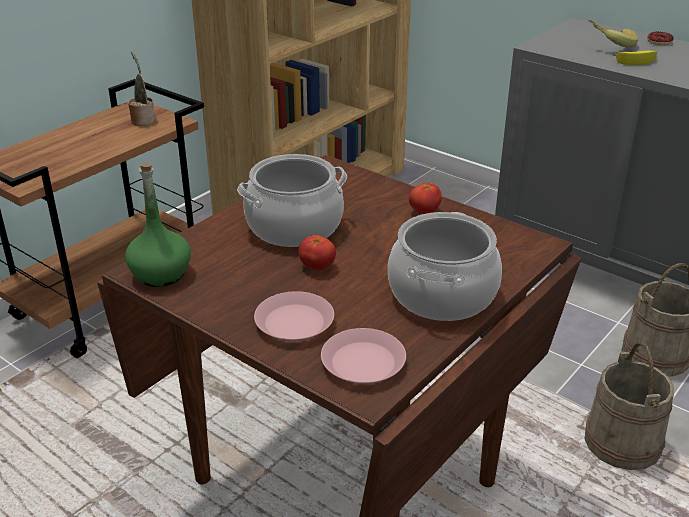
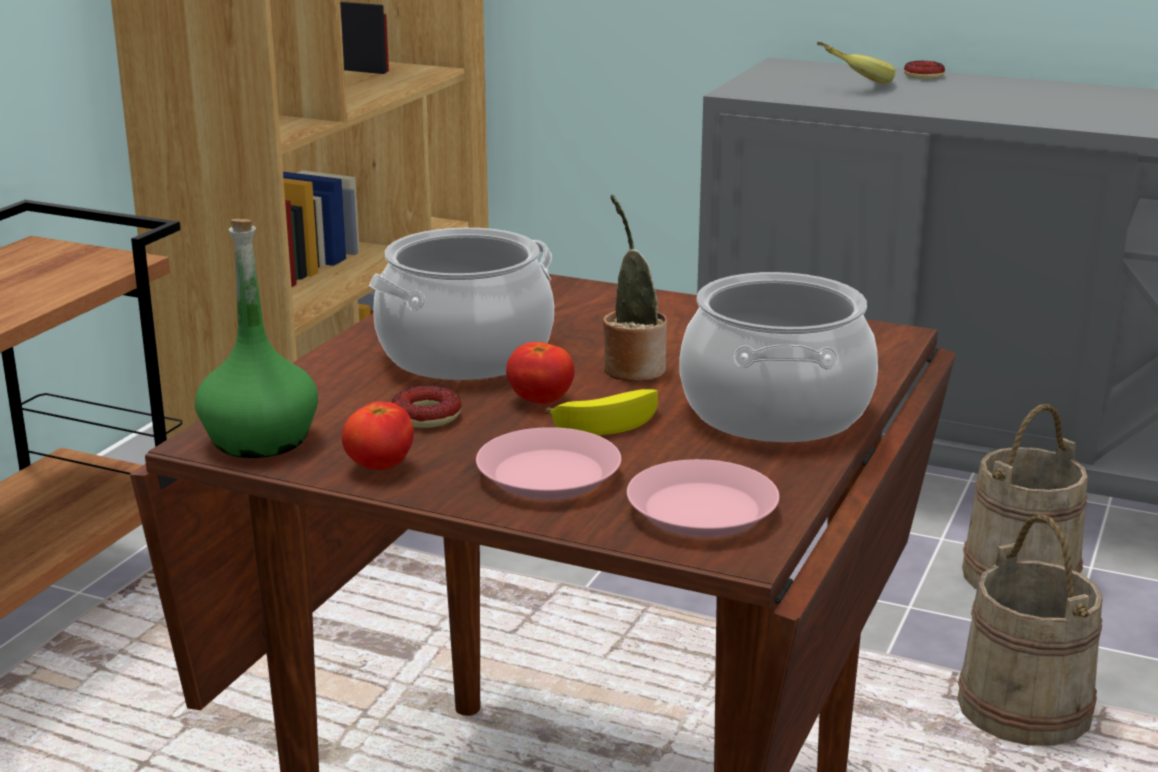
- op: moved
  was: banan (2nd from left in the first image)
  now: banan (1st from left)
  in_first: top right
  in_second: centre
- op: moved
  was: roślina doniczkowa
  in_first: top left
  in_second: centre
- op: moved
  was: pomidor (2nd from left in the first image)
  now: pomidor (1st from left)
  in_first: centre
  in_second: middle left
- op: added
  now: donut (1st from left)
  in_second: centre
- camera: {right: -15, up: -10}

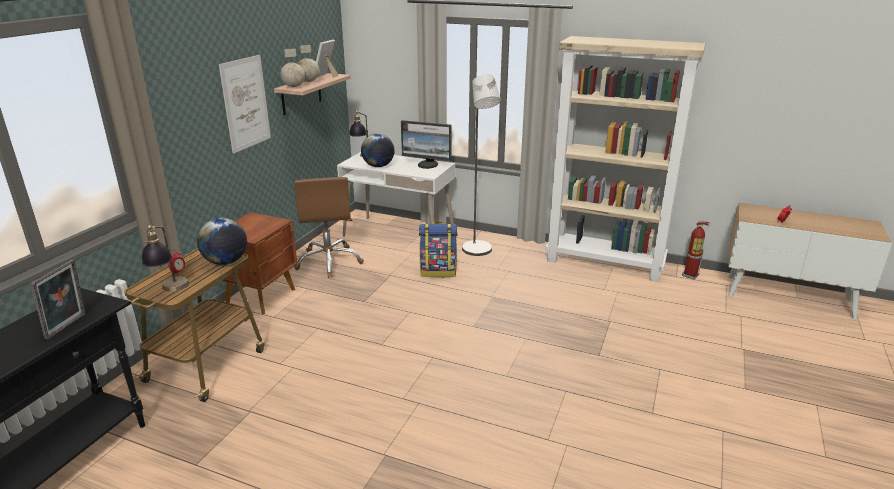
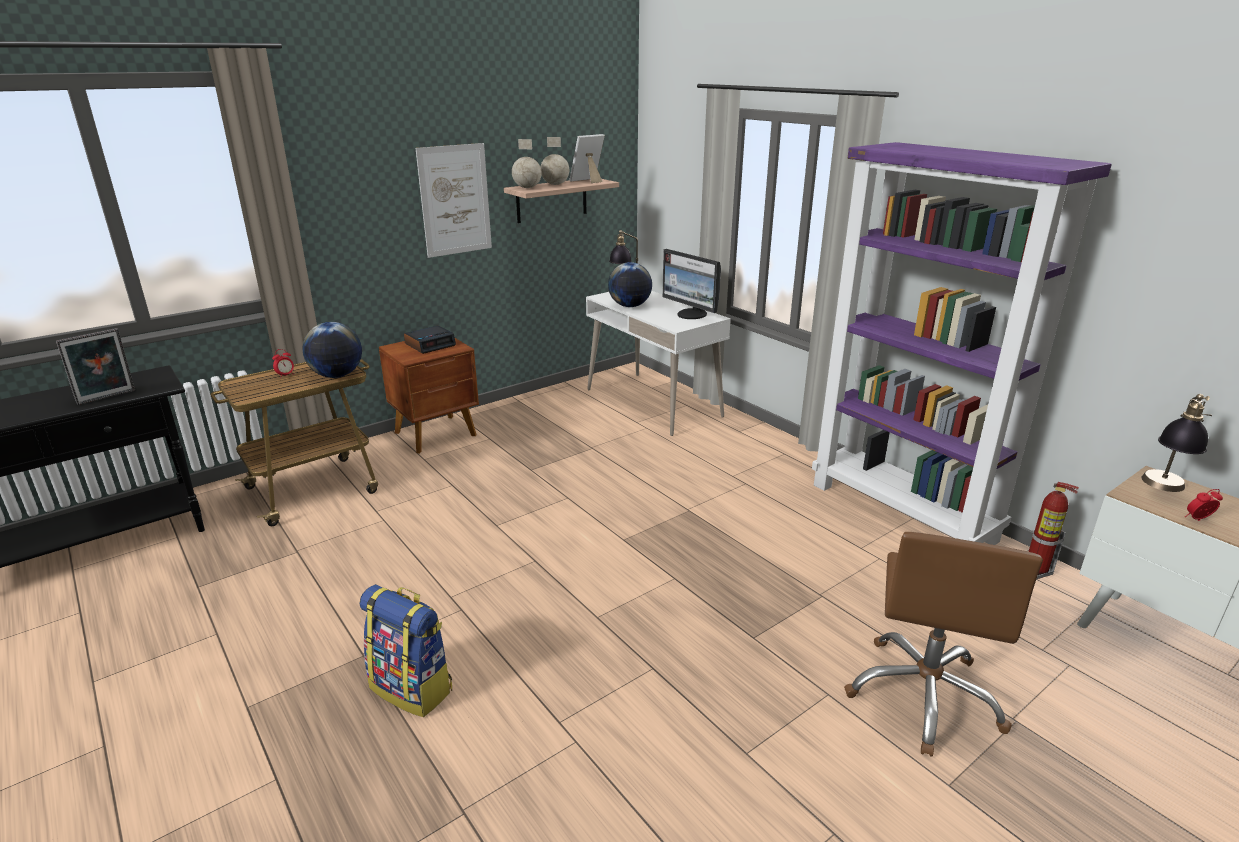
- op: recoloured
  was: regał/beżowy
  now: regał/fioletowy
  in_first: top right
  in_second: middle right
- op: removed
  was: lampa stojąca/szary
  in_first: centre
- op: moved
  was: krzesło biurowe/brązowy
  in_first: centre
  in_second: bottom right
- op: moved
  was: plecak
  in_first: centre
  in_second: bottom left
- op: moved
  was: lampa stołowa (1st from left in the first image)
  now: lampa stołowa (2nd from left)
  in_first: middle left
  in_second: middle right
- op: added
  now: budzik (2nd from left)
  in_second: centre
- camera: {right: 30, up: 0}

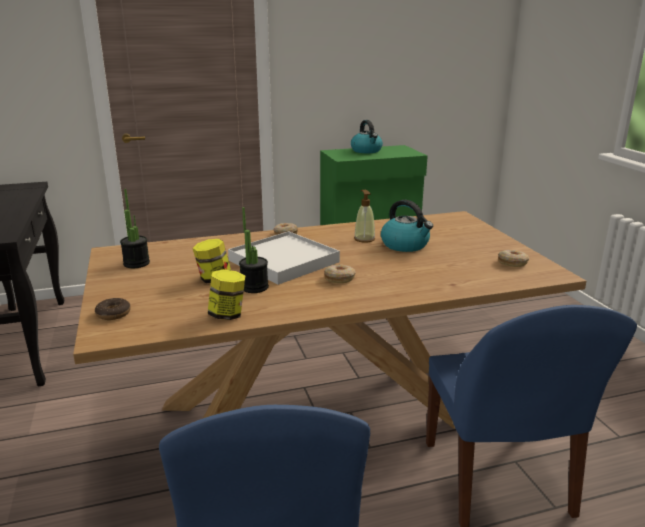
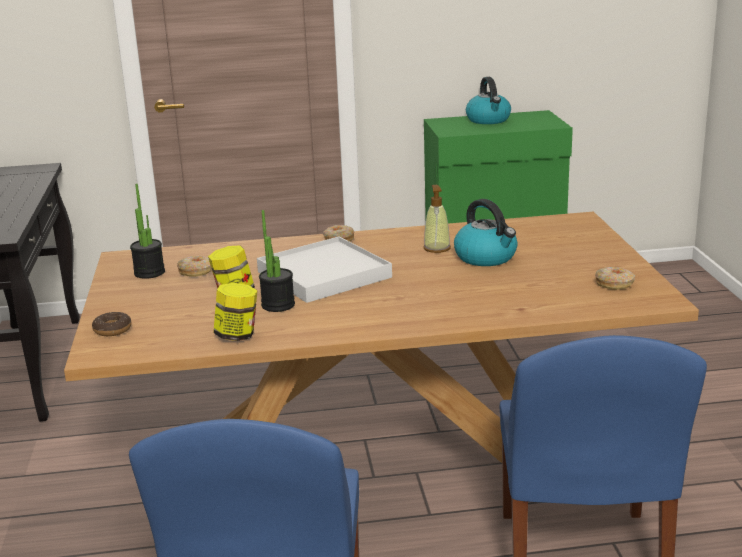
- op: moved
  was: donut (3rd from left in the first image)
  now: donut (2nd from left)
  in_first: centre
  in_second: middle left
- camera: {right: 10, up: 0}

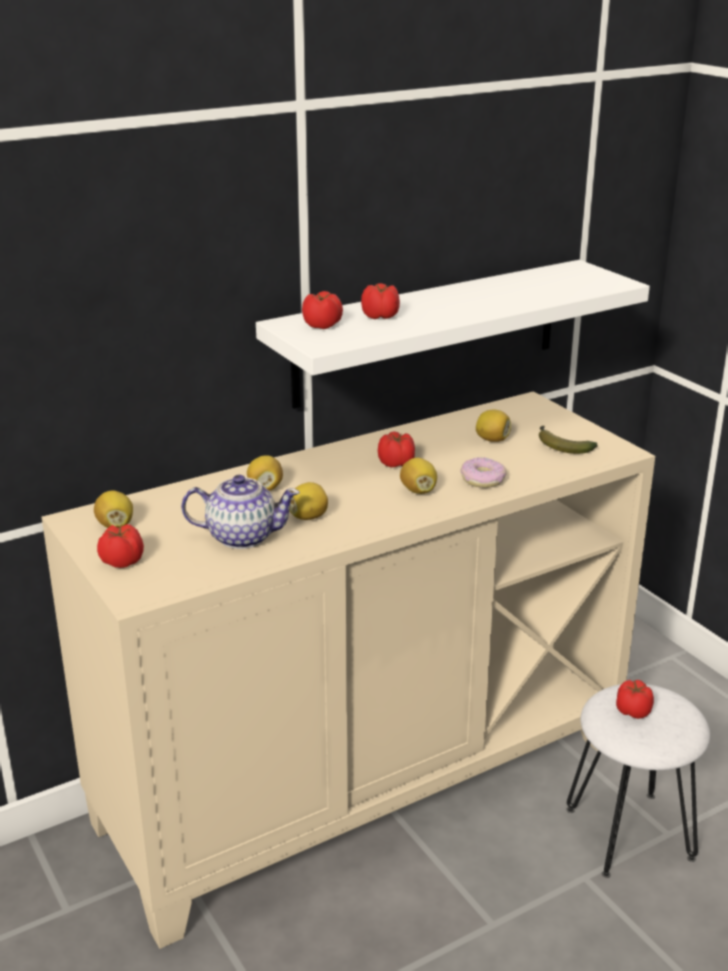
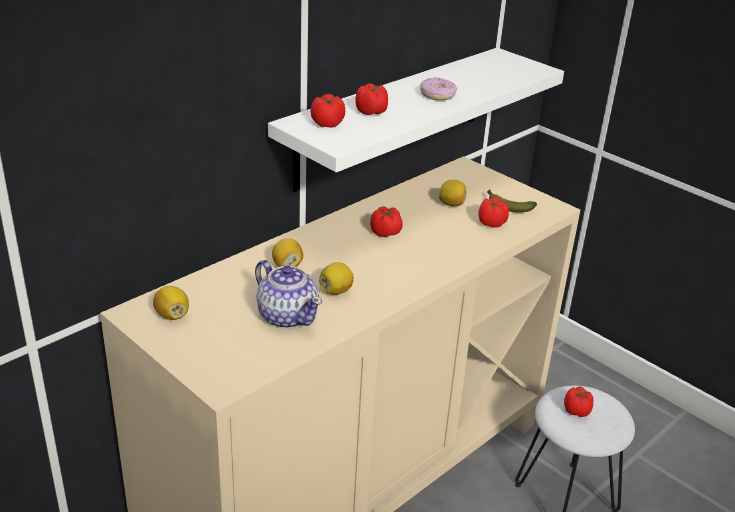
- op: moved
  was: donut
  in_first: centre
  in_second: top centre
- op: removed
  was: cytryna (4th from left)
  in_first: centre
- op: turned
  was: imbryk
  in_first: middle left
  in_second: centre
  clockwise: 60
- op: moved
  was: pomidor (1st from left in the first image)
  now: pomidor (4th from left)
  in_first: middle left
  in_second: middle right
- camera: {right: -15, up: 5}

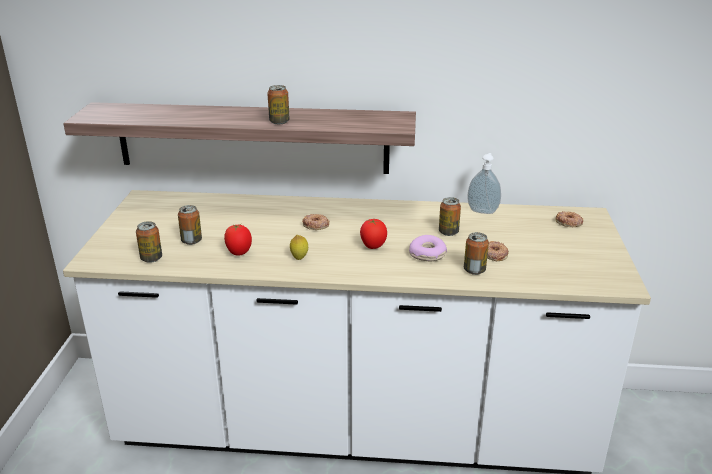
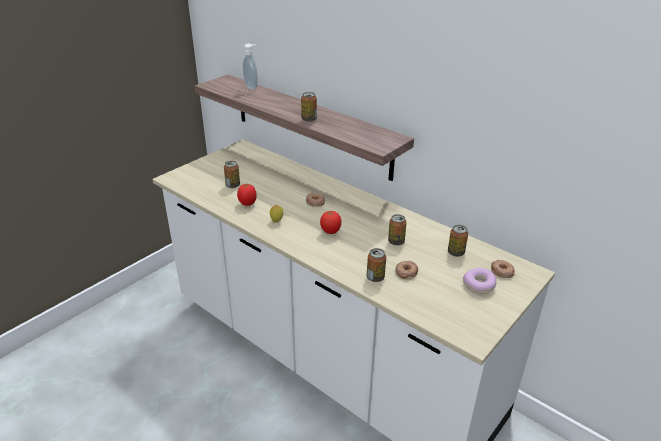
- op: moved
  was: dozownik mydła
  in_first: middle right
  in_second: top centre
- op: moved
  was: puszka (1st from left in the first image)
  now: puszka (5th from left)
  in_first: middle left
  in_second: middle right
- op: moved
  was: donut (2nd from left in the first image)
  now: donut (3rd from left)
  in_first: centre
  in_second: middle right
- camera: {right: 35, up: 5}

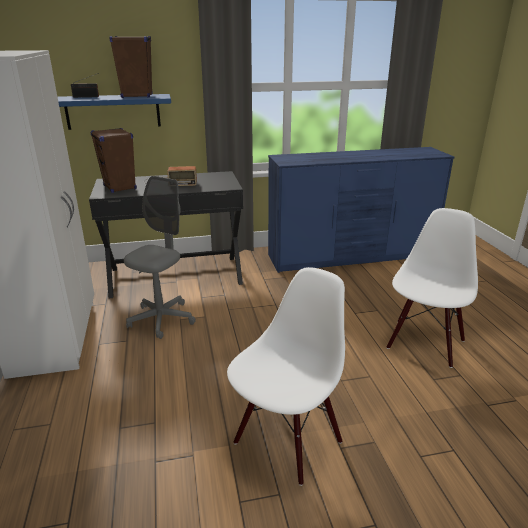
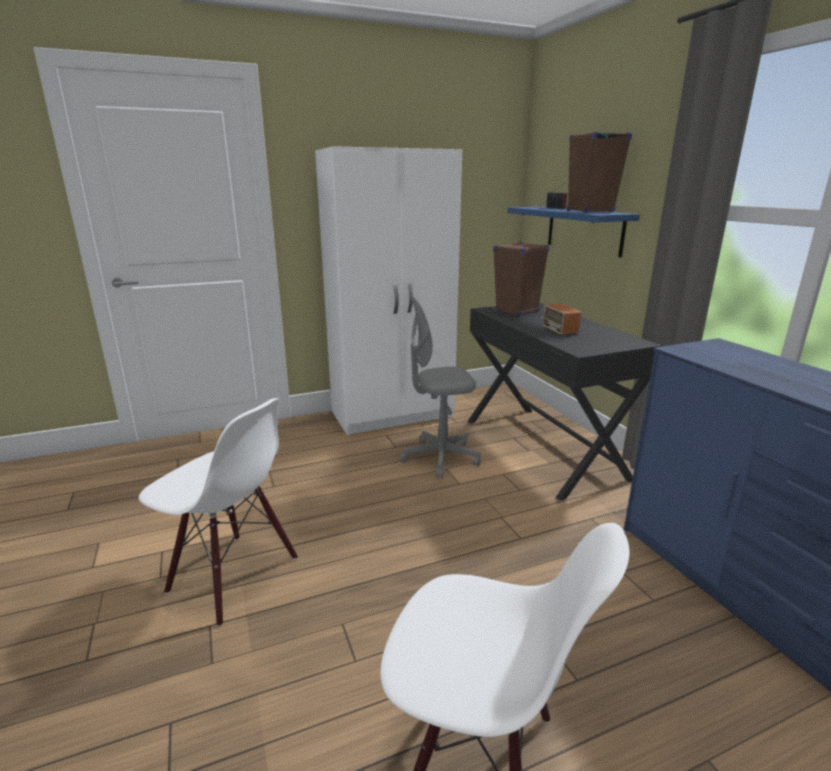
- op: turned
  was: krzesło biurowe/szary
  in_first: middle left
  in_second: centre
  clockwise: 150
- camera: {right: 80, up: -5}

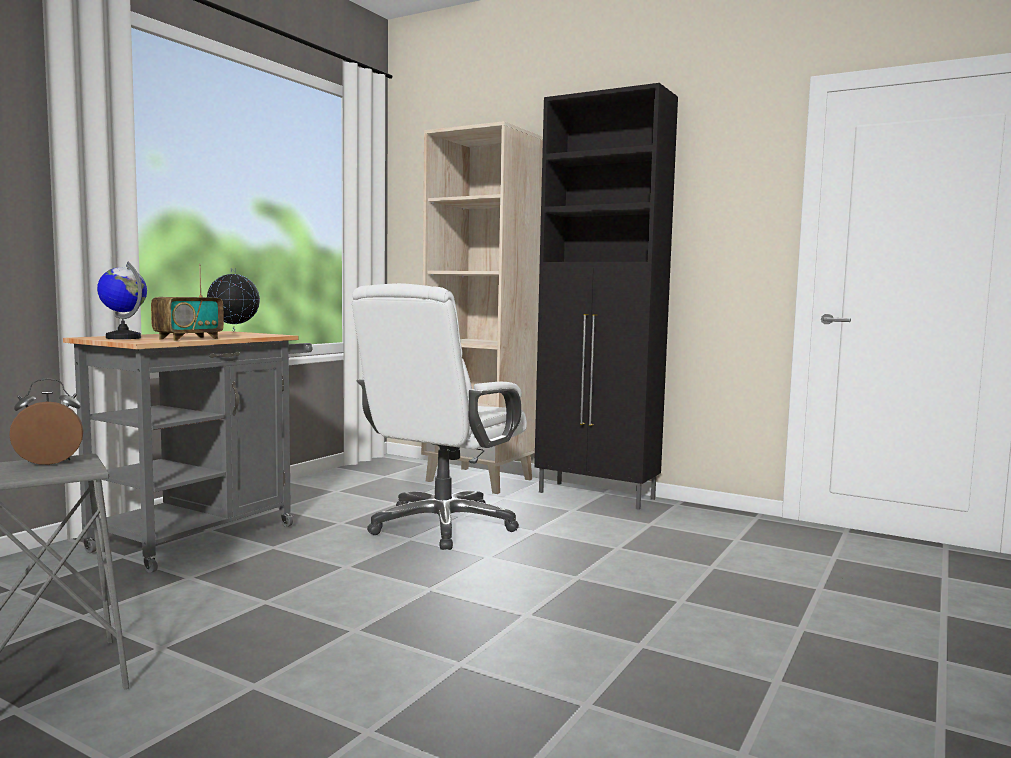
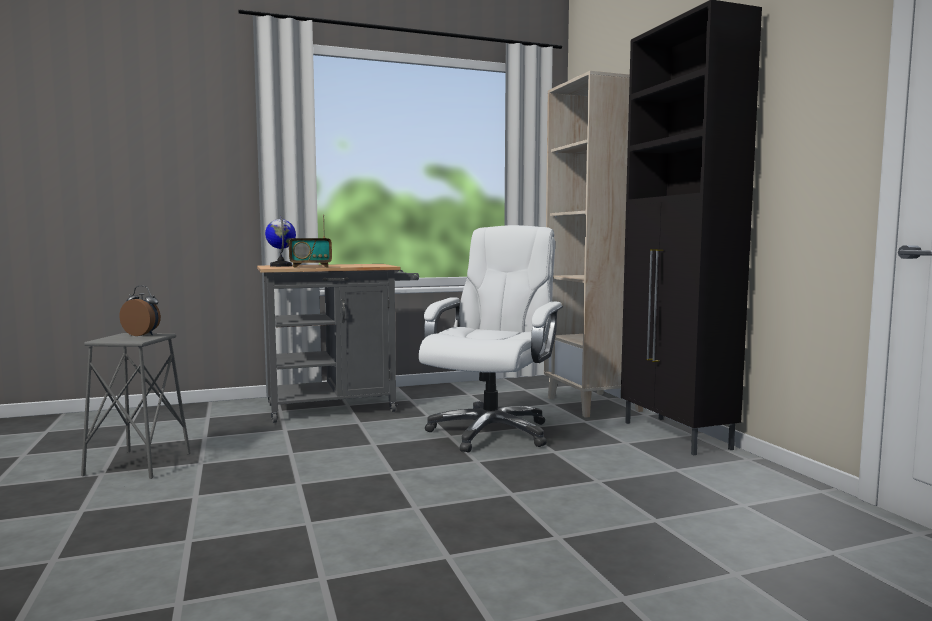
- op: removed
  was: globus (2nd from left)
  in_first: middle left
- op: turned
  was: krzesło biurowe/biały
  in_first: centre
  in_second: centre
  clockwise: 135
- camera: {right: 40, up: 0}

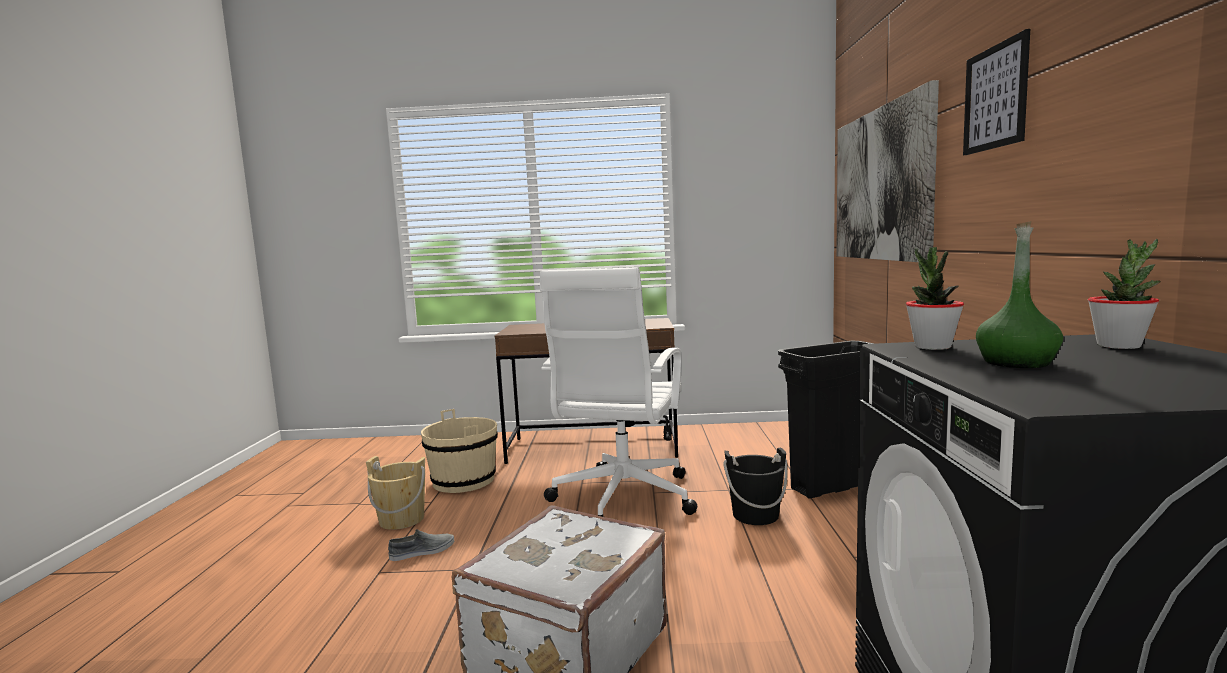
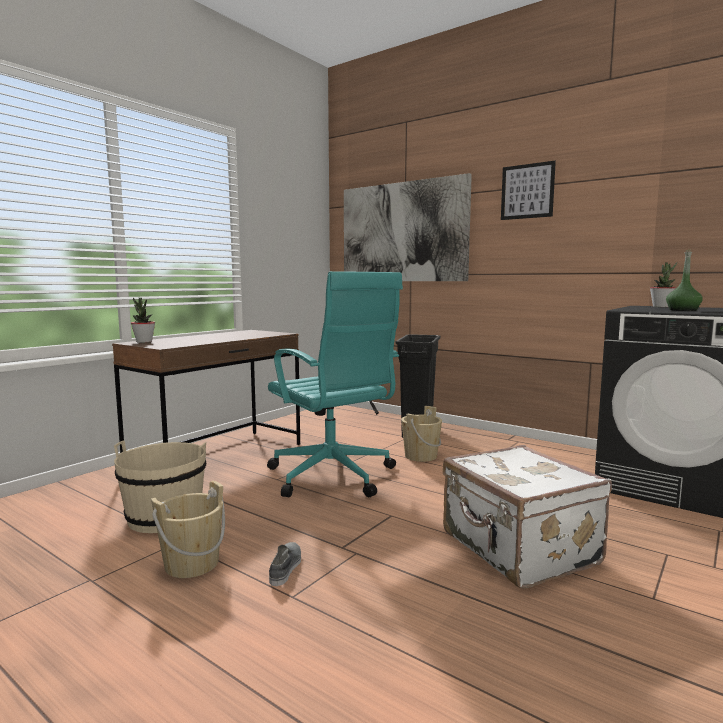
- op: moved
  was: roślina doniczkowa (1st from left)
  in_first: middle right
  in_second: middle left
- op: recoloured
  was: krzesło biurowe/biały
  now: krzesło biurowe/turkusowy
  in_first: centre
  in_second: centre
- op: recoloured
  was: wiadro/czarny
  now: wiadro/beżowy (3rd from left)
  in_first: bottom centre
  in_second: centre
- camera: {right: -55, up: 0}

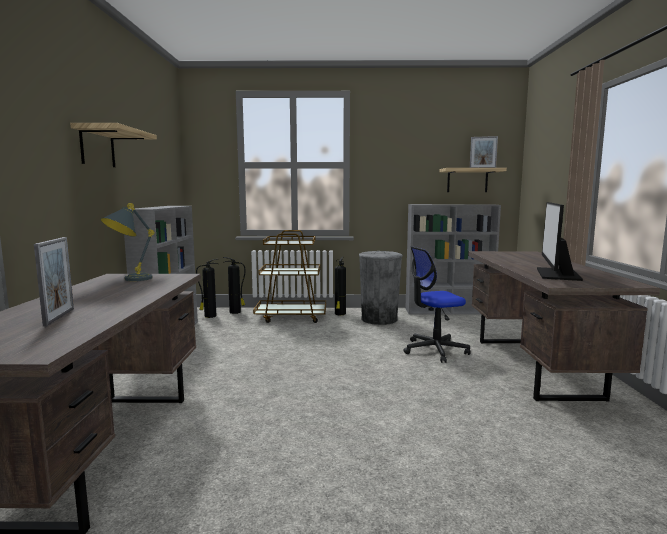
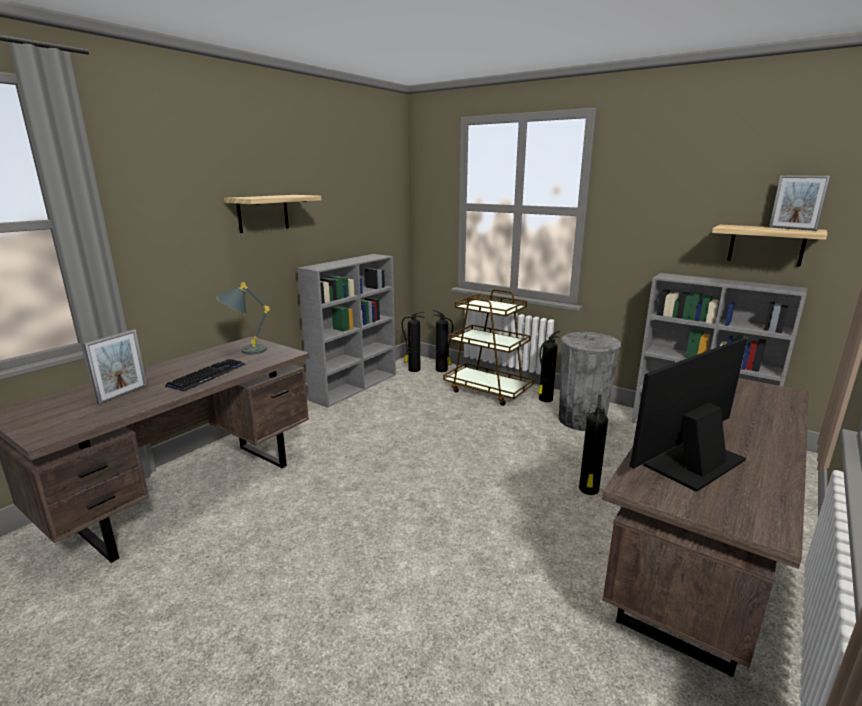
- op: replaced
  was: krzesło biurowe
  now: gaśnica (4th from left)
  in_first: centre
  in_second: middle right
- op: added
  now: klawiatura
  in_second: middle left
- camera: {right: 35, up: 10}

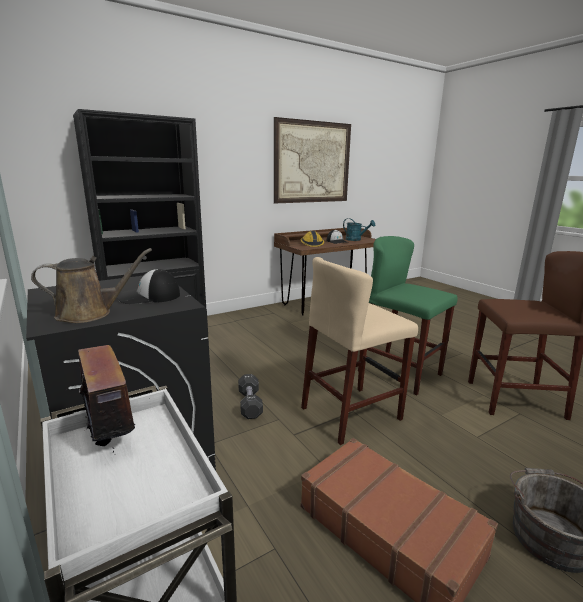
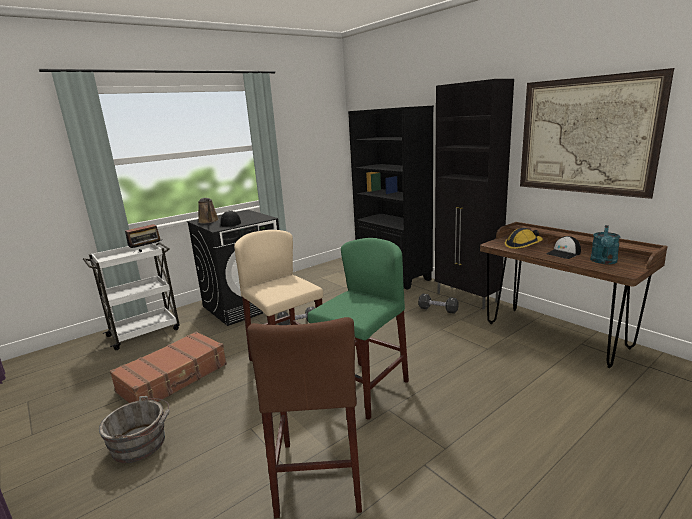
- op: added
  now: szafka/czarny
  in_second: middle right
- op: added
  now: hantel/czarny (2nd from left)
  in_second: centre
- camera: {right: 85, up: 0}

